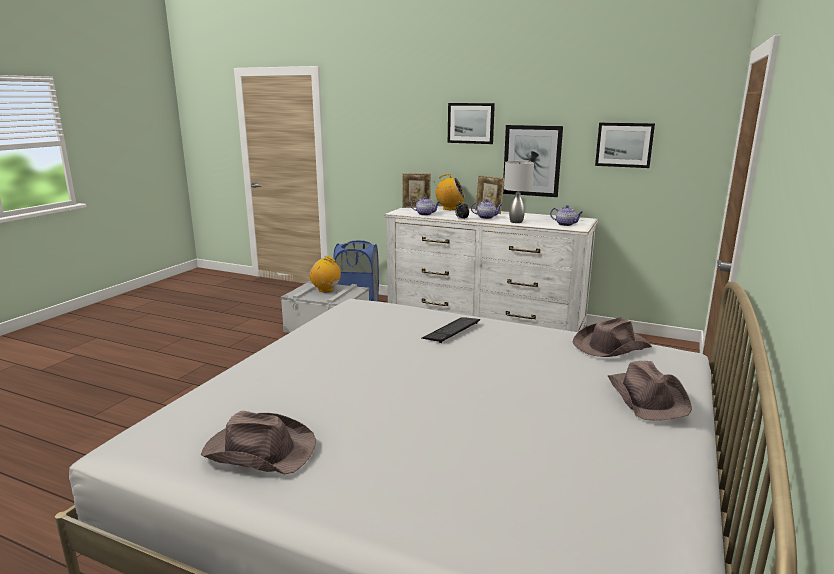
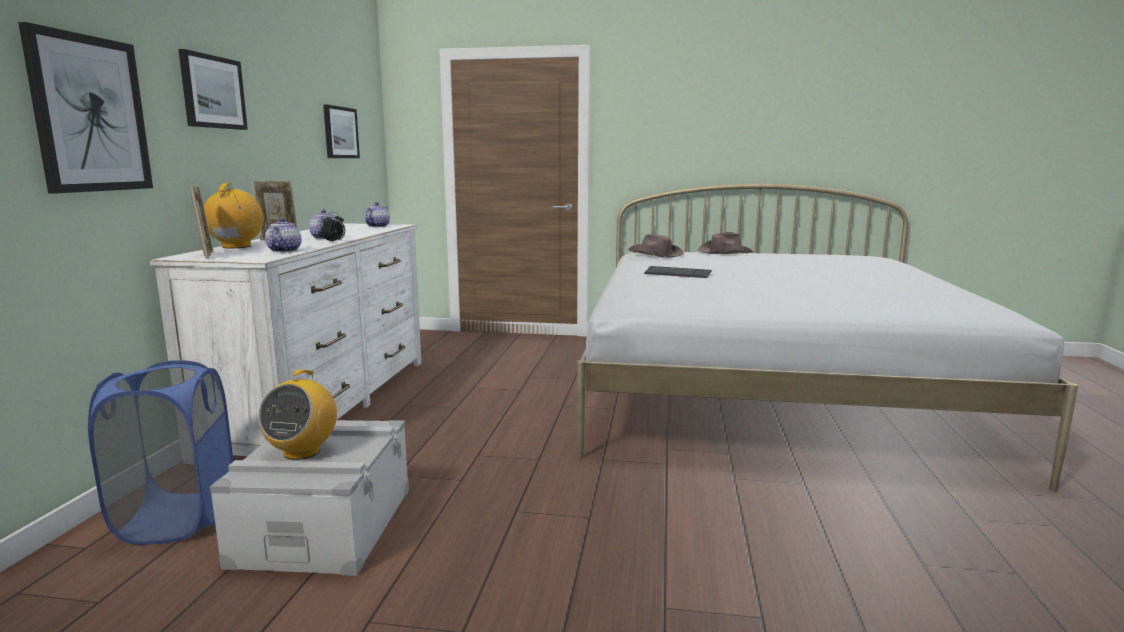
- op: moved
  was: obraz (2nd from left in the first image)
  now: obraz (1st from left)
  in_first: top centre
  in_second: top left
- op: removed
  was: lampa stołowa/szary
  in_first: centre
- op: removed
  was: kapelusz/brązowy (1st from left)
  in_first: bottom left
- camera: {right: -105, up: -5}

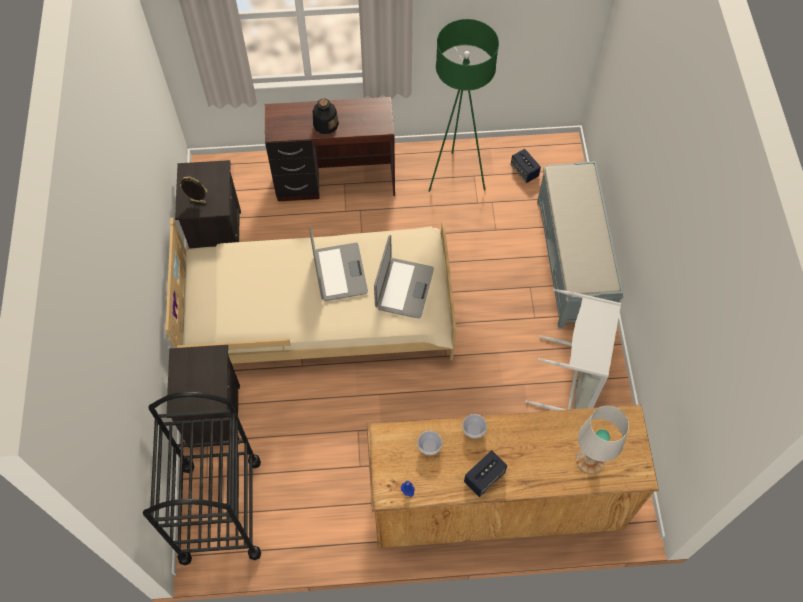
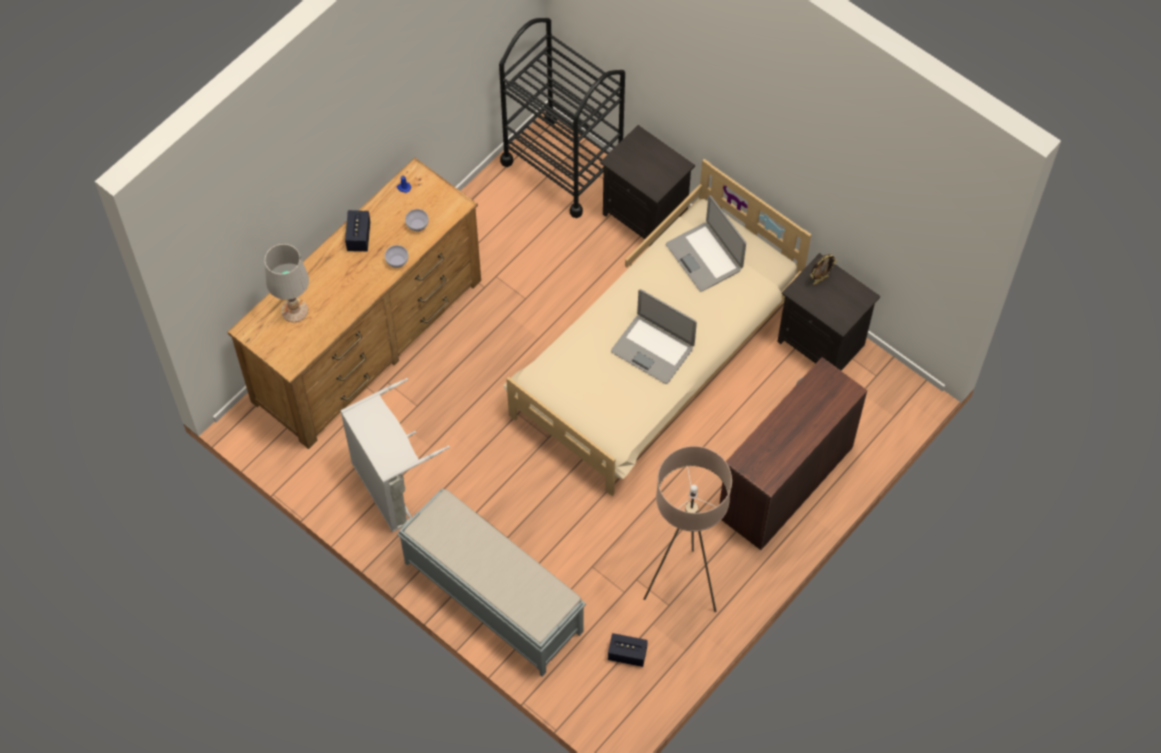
- op: recoloured
  was: lampa stojąca/zielony
  now: lampa stojąca/beżowy
  in_first: top centre
  in_second: bottom centre
- op: removed
  was: butelka
  in_first: top centre
- op: moved
  was: laptop (2nd from left)
  in_first: centre
  in_second: top centre
- camera: {right: 135, up: 0}

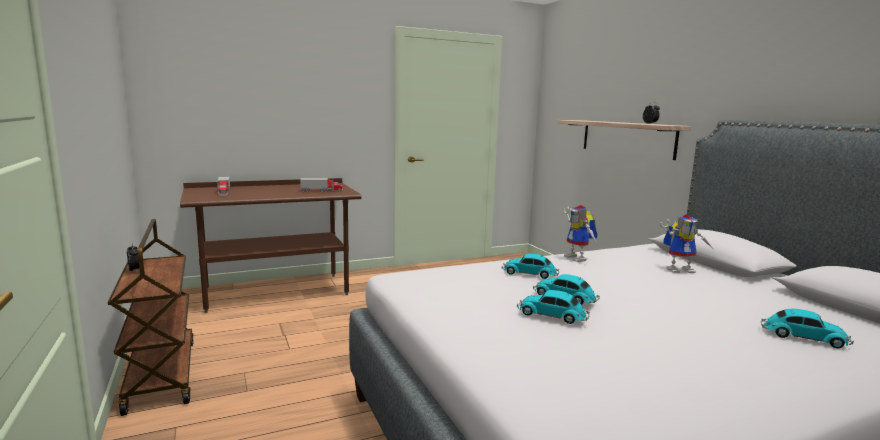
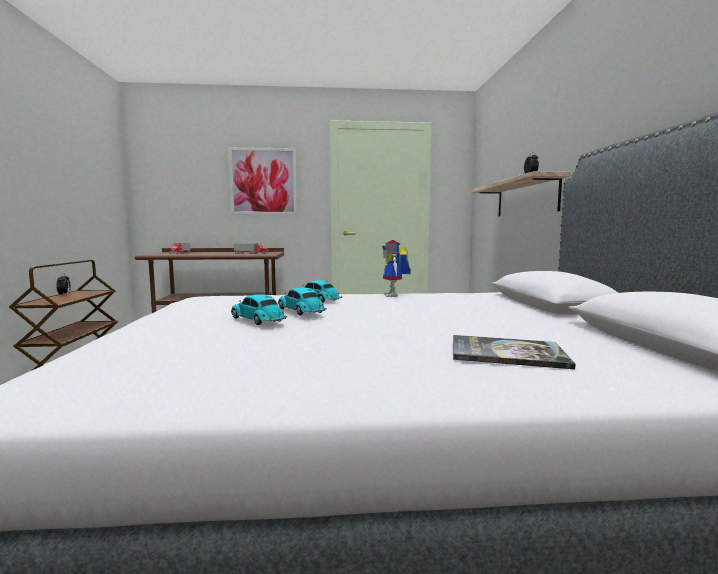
- op: removed
  was: robot zabawkowy (2nd from left)
  in_first: middle right
- op: replaced
  was: samochodzik (4th from left)
  now: książka
  in_first: bottom right
  in_second: middle right
- op: added
  now: obraz
  in_second: top centre
- camera: {right: 20, up: -5}

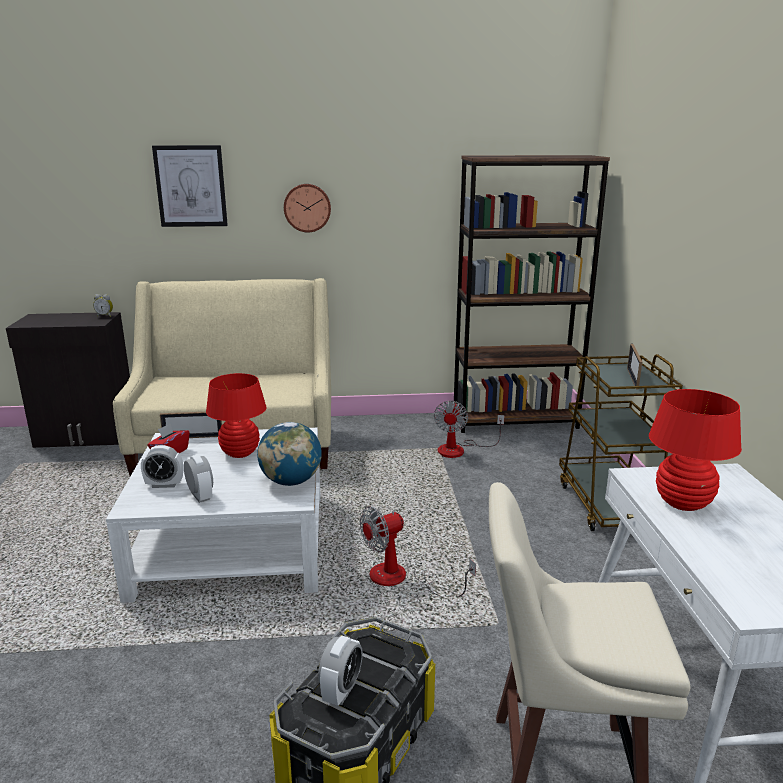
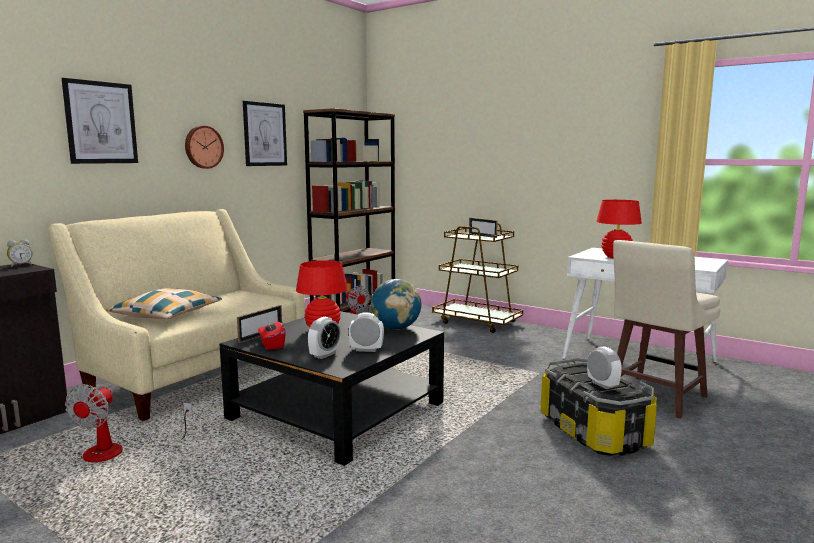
- op: recoloured
  was: ława/biały
  now: ława/czarny
  in_first: middle left
  in_second: bottom centre
- op: moved
  was: wentylator (1st from left)
  in_first: bottom centre
  in_second: bottom left
- op: added
  now: obraz (2nd from left)
  in_second: top left
- op: added
  now: poduszka
  in_second: middle left
- camera: {right: -50, up: -10}

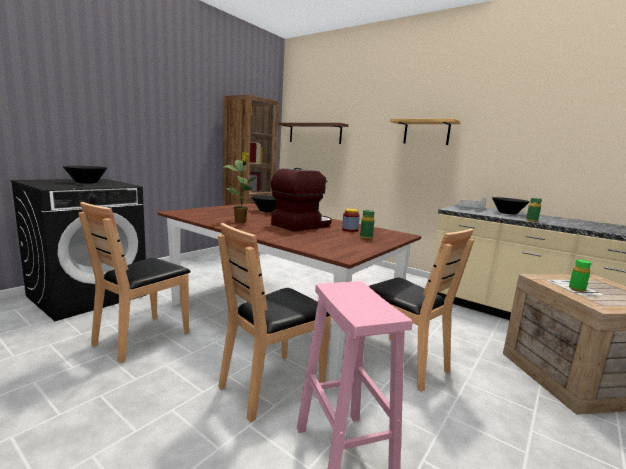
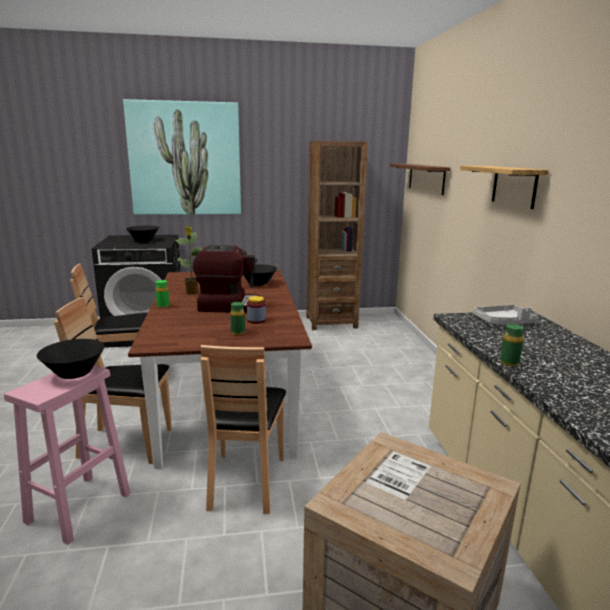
- op: moved
  was: miska/czarny (3rd from left in the first image)
  now: miska/czarny (1st from left)
  in_first: middle right
  in_second: middle left
- op: moved
  was: butelka/zielony (3rd from left in the first image)
  now: butelka/zielony (1st from left)
  in_first: middle right
  in_second: middle left
- op: added
  now: obraz
  in_second: top left
- camera: {right: 45, up: 5}

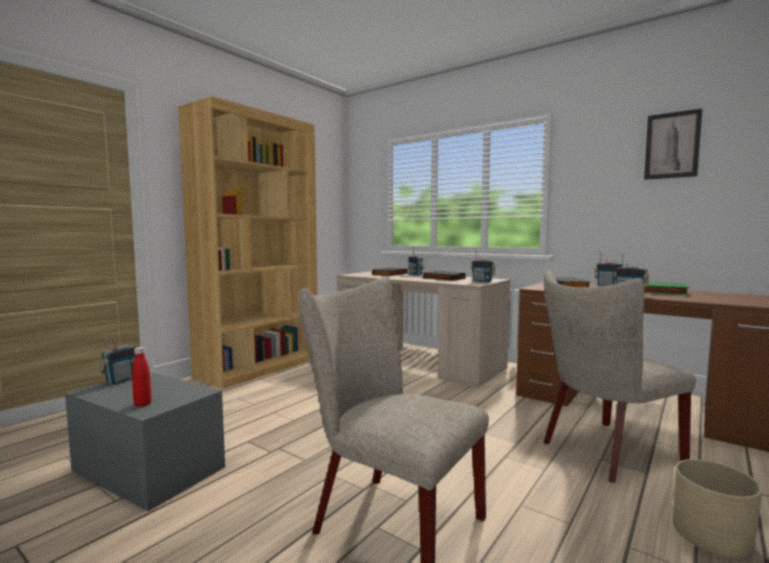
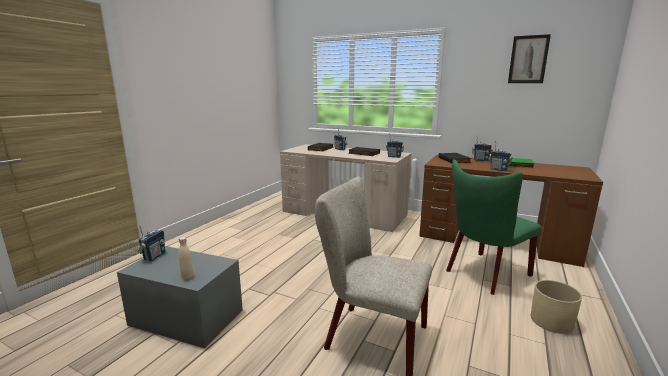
- op: removed
  was: regał/brązowy
  in_first: middle left
- op: recoloured
  was: krzesło/beżowy (2nd from left)
  now: krzesło/zielony
  in_first: bottom right
  in_second: middle right
- op: recoloured
  was: butelka/czerwony
  now: butelka/beżowy
  in_first: bottom left
  in_second: bottom left
- camera: {right: -10, up: 10}

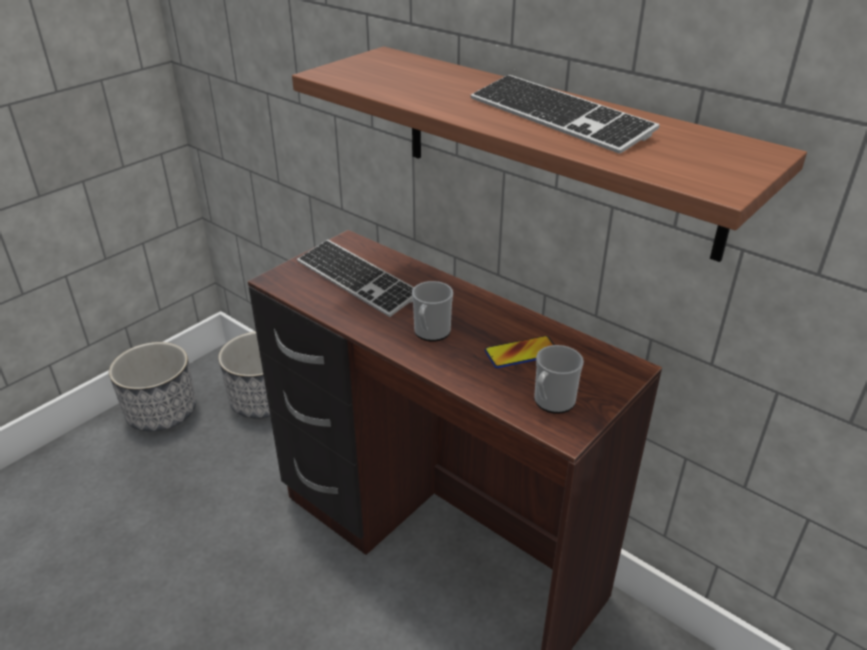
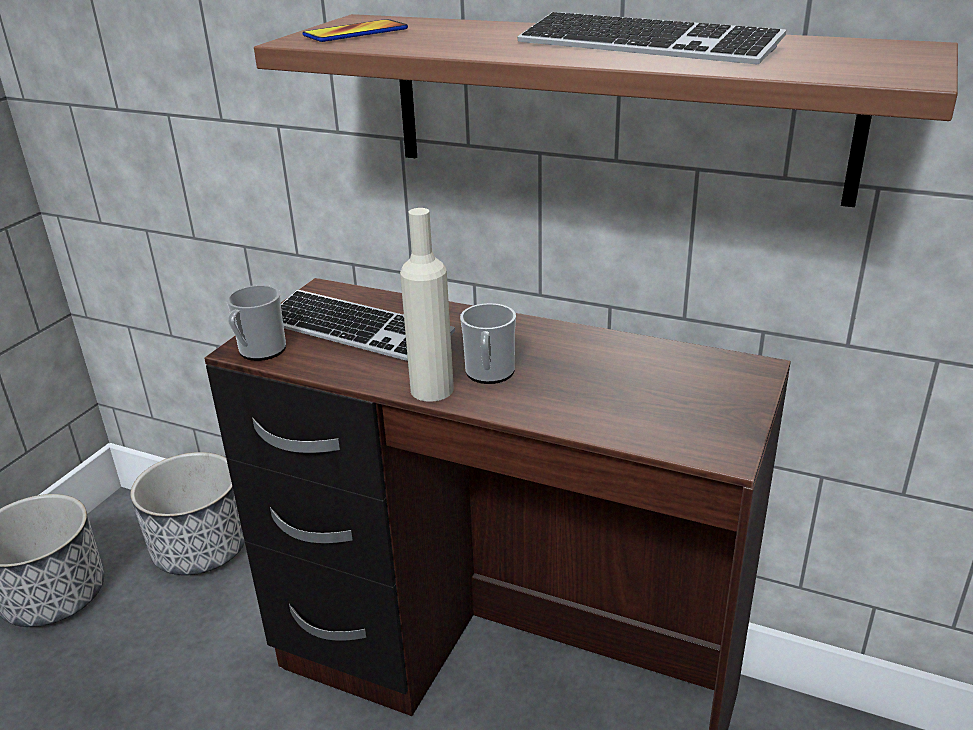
- op: moved
  was: telefon
  in_first: centre
  in_second: top centre
- op: moved
  was: kubek (2nd from left in the first image)
  now: kubek (1st from left)
  in_first: centre
  in_second: middle left
- op: added
  now: butelka/beżowy
  in_second: centre
- camera: {right: -15, up: -5}

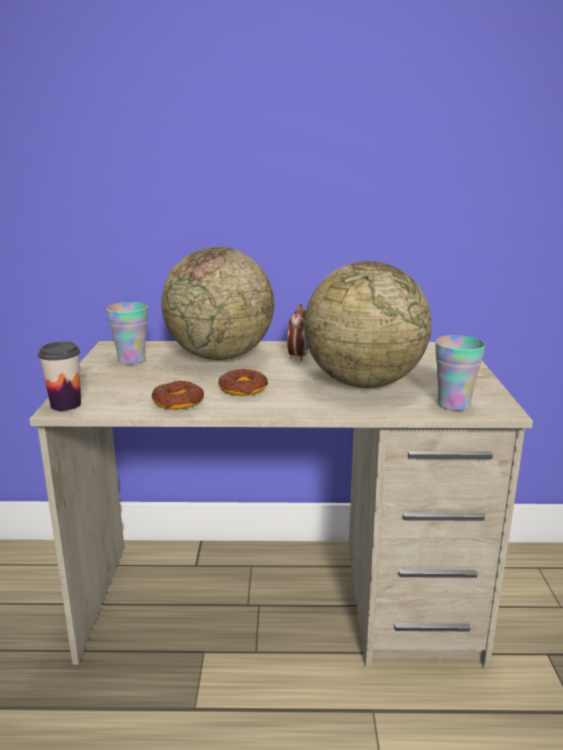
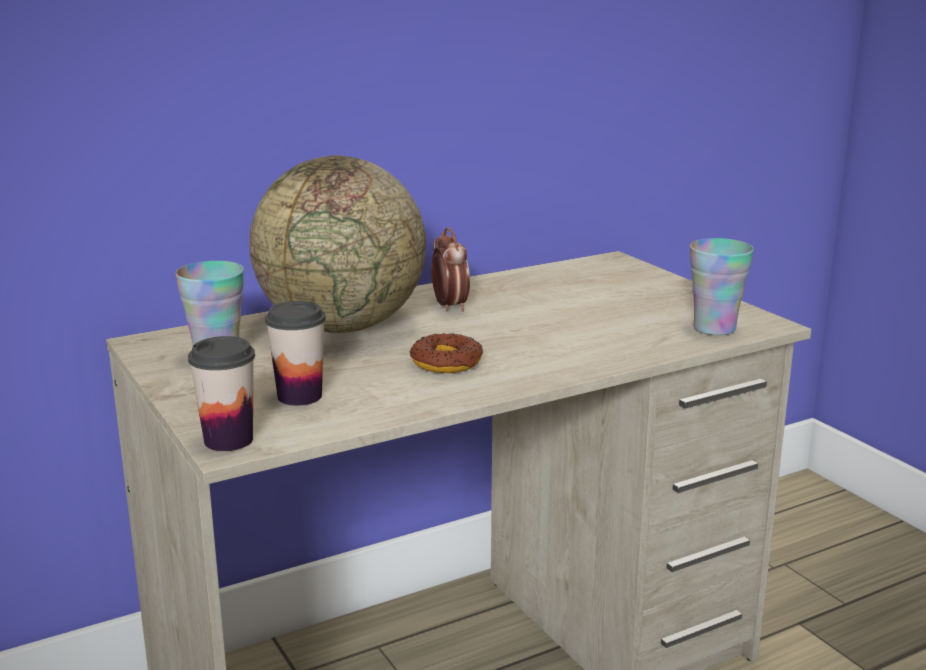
- op: removed
  was: globus (2nd from left)
  in_first: centre
- op: removed
  was: donut (1st from left)
  in_first: middle left
- op: added
  now: filiżanka (3rd from left)
  in_second: middle left
- camera: {right: -30, up: 0}

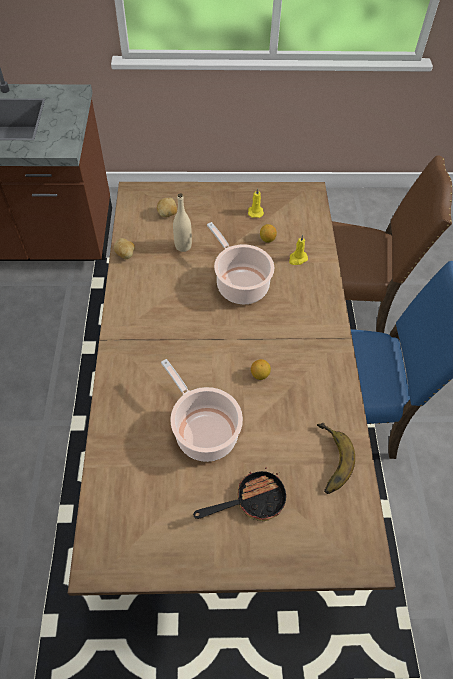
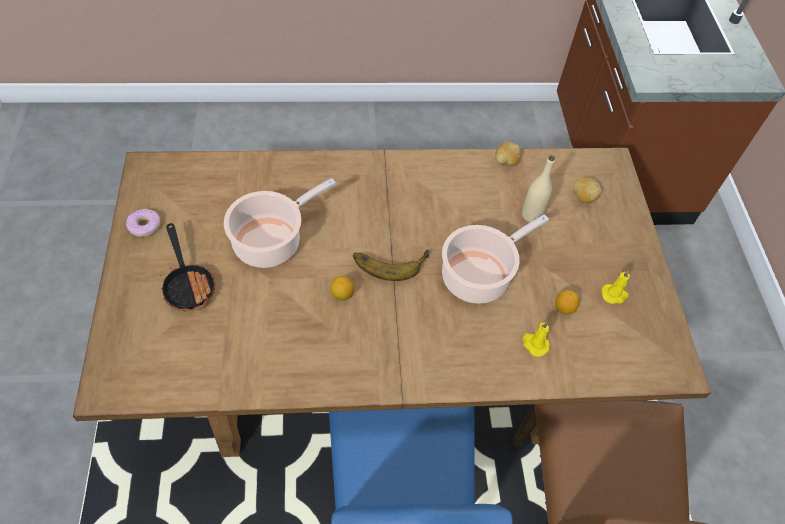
- op: moved
  was: banan
  in_first: bottom right
  in_second: centre
- op: added
  now: donut
  in_second: middle left
- camera: {right: 85, up: 0}

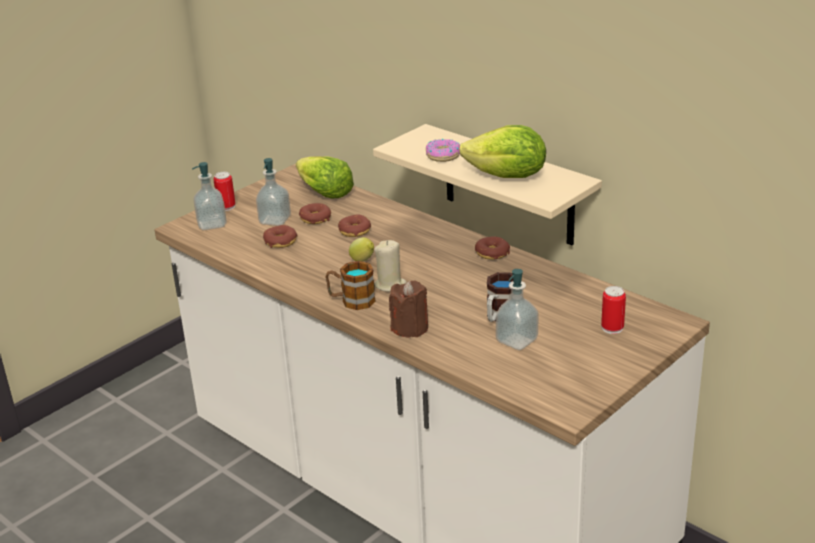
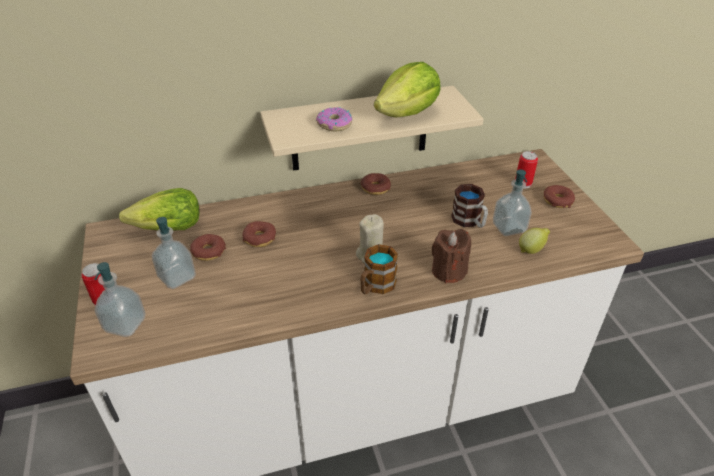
- op: moved
  was: donut (1st from left in the first image)
  now: donut (5th from left)
  in_first: centre
  in_second: middle right
- op: moved
  was: cytryna
  in_first: centre
  in_second: middle right
- camera: {right: -60, up: 10}

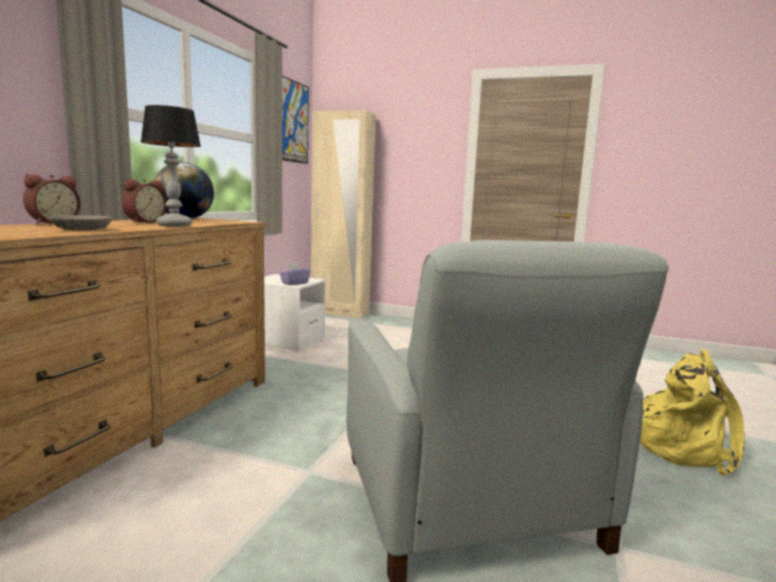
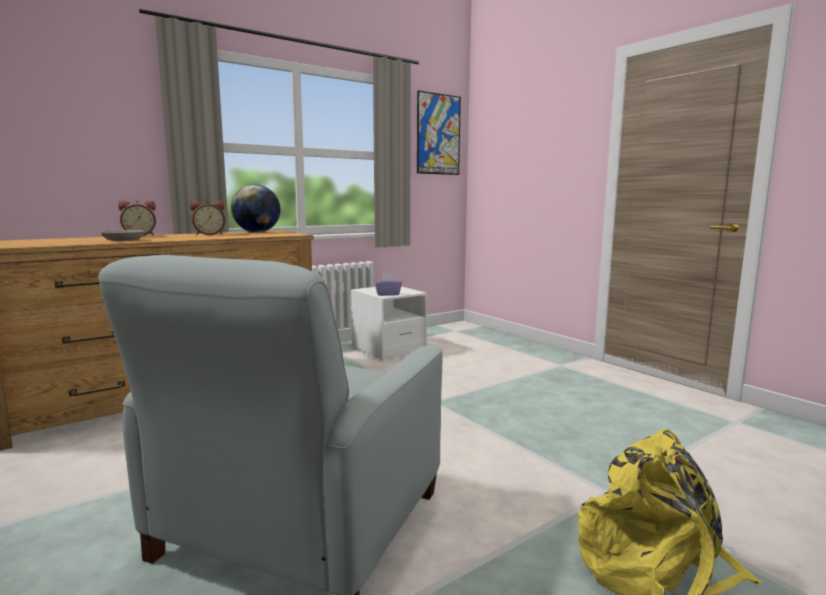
- op: removed
  was: lampa stołowa
  in_first: top left
- op: removed
  was: szafa/beżowy
  in_first: centre
- camera: {right: 35, up: 0}

